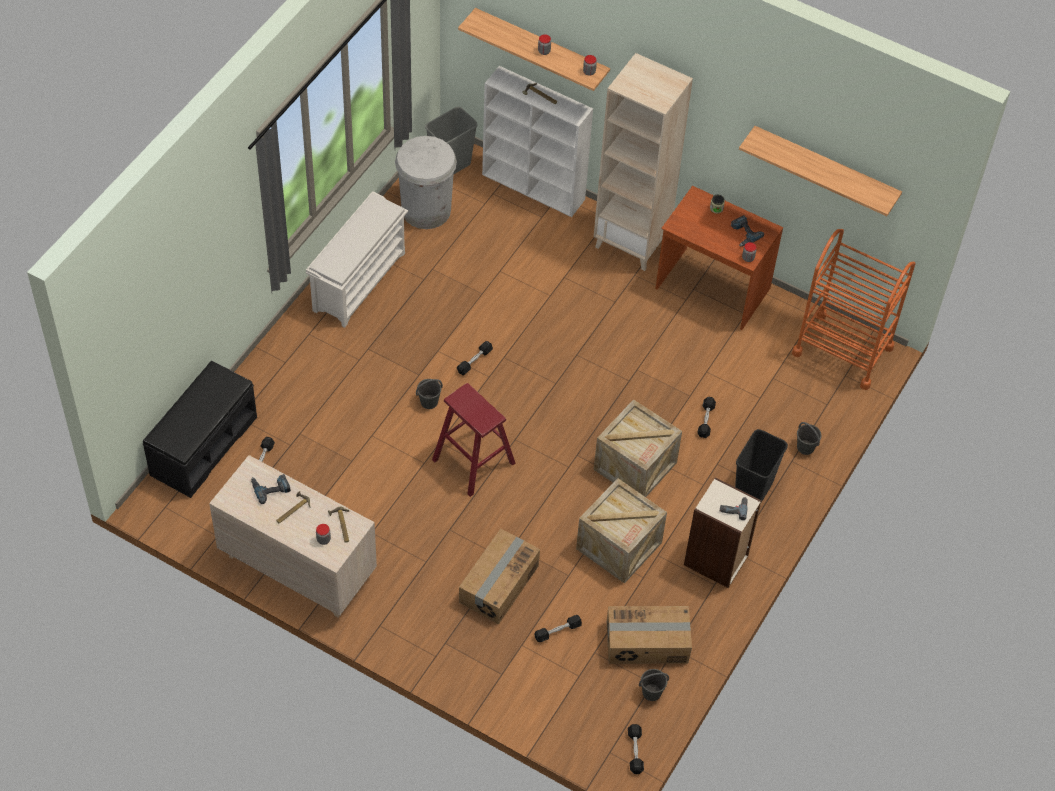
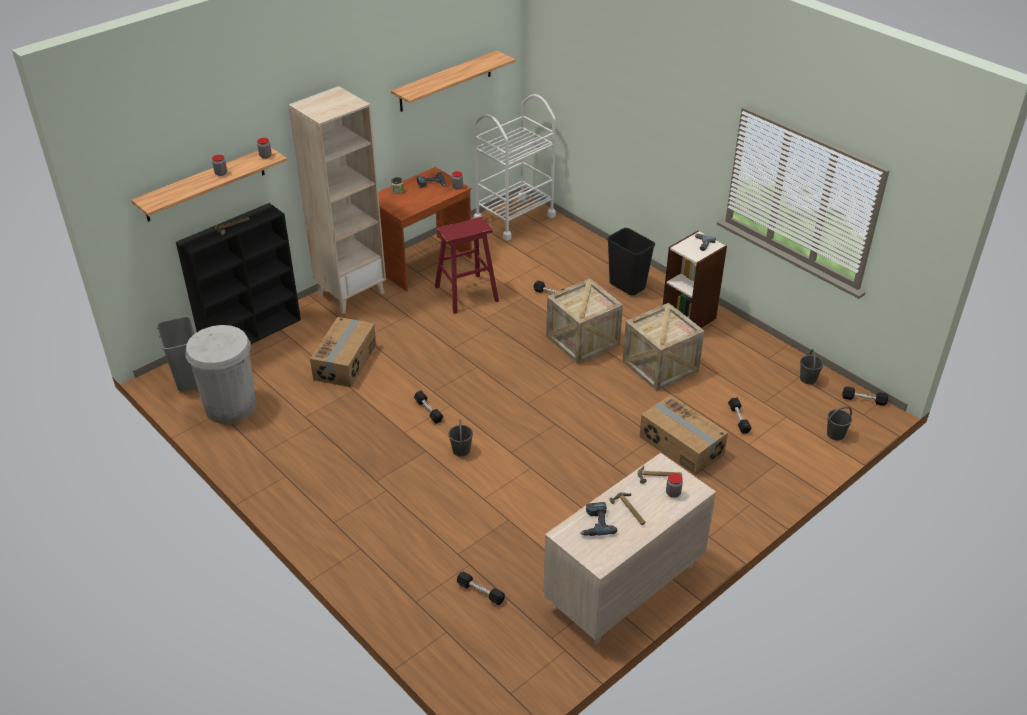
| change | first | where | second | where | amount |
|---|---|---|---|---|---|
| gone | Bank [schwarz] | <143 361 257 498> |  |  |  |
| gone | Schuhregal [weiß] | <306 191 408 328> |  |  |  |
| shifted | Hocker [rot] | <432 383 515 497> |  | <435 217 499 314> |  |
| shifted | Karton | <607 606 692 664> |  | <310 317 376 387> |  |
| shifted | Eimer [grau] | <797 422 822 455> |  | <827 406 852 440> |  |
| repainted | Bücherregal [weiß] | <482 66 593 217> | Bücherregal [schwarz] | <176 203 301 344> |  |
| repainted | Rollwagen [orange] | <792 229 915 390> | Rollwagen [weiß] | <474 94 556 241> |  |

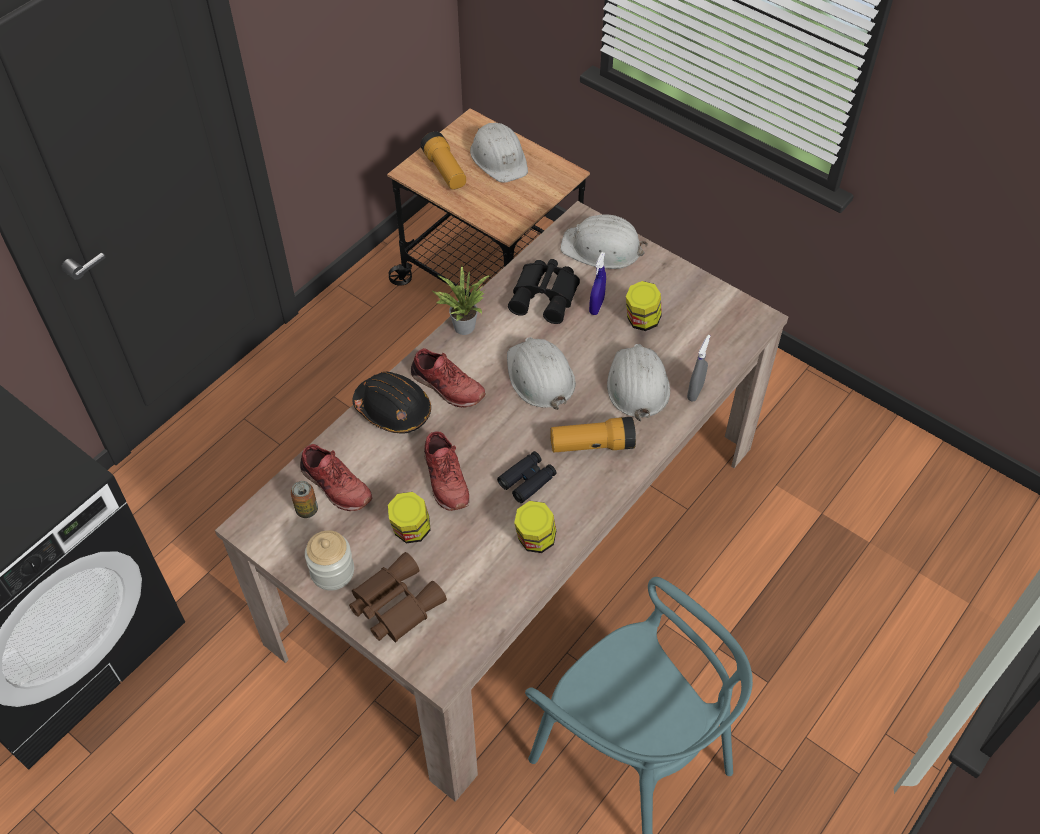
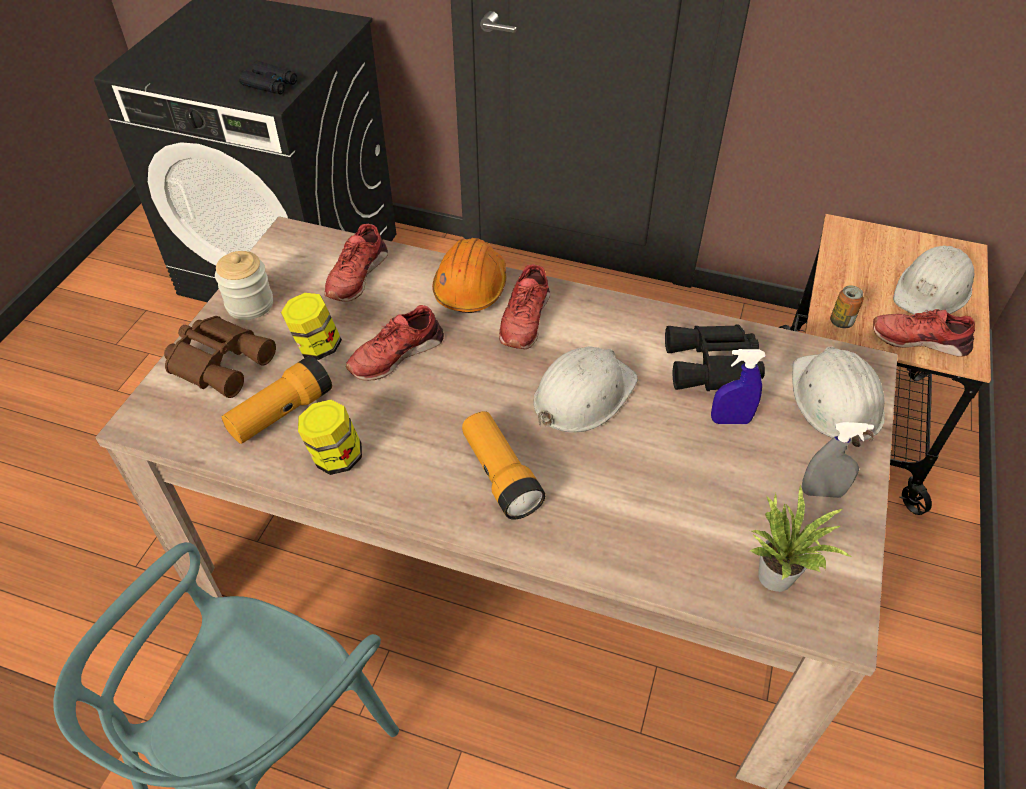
| change | first | where | second | where | amount |
|---|---|---|---|---|---|
| gone | Schutzhelm [weiß] | <607 344 670 421> |  |  |  |
| gone | Vorratsglas | <626 281 662 331> |  |  |  |
| new |  |  | Schuh [rot] | <873 309 975 357> |  |
| shifted | Dose | <291 481 318 518> |  | <830 285 864 328> |  |
| shifted | Taschenlampe | <421 131 466 190> |  | <222 356 332 444> |  |
| shifted | Topfpflanze | <431 265 492 335> |  | <750 485 853 592> |  |
| shifted | Fernglas [schwarz] | <497 451 557 503> |  | <239 61 297 94> |  |
| shifted | Sprühflasche [grau] | <687 335 710 402> |  | <802 422 874 498> |  |
| repainted | Schutzhelm [schwarz] | <353 372 431 433> | Schutzhelm [orange] | <432 238 506 313> |  |

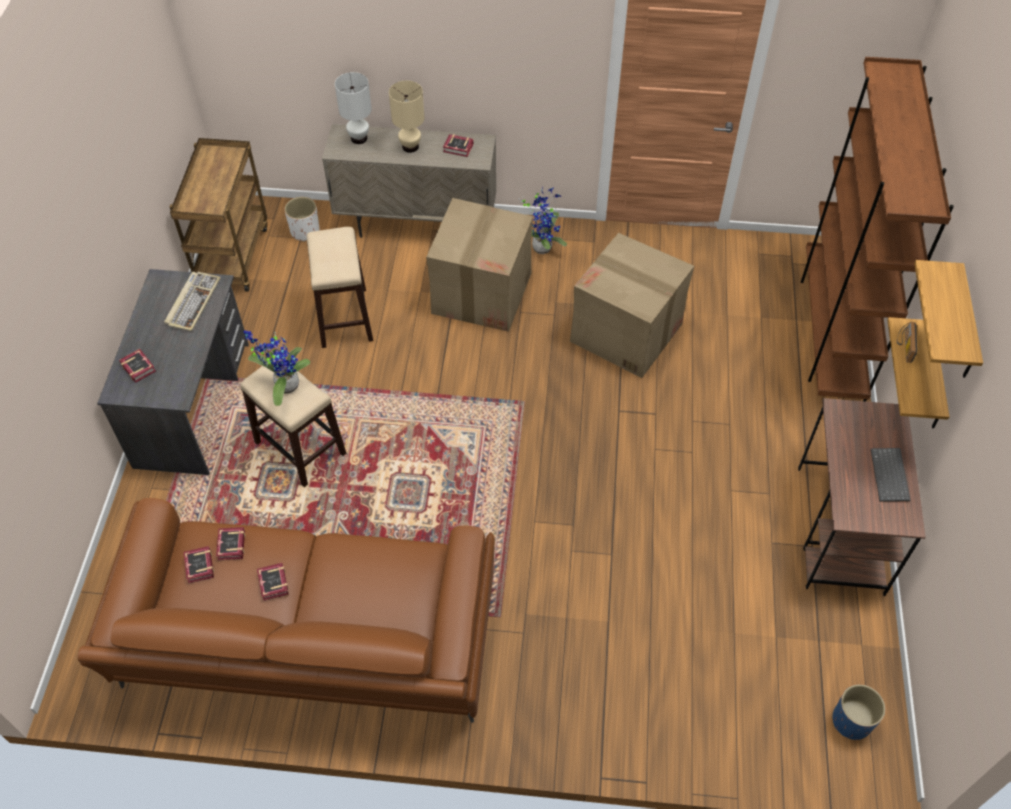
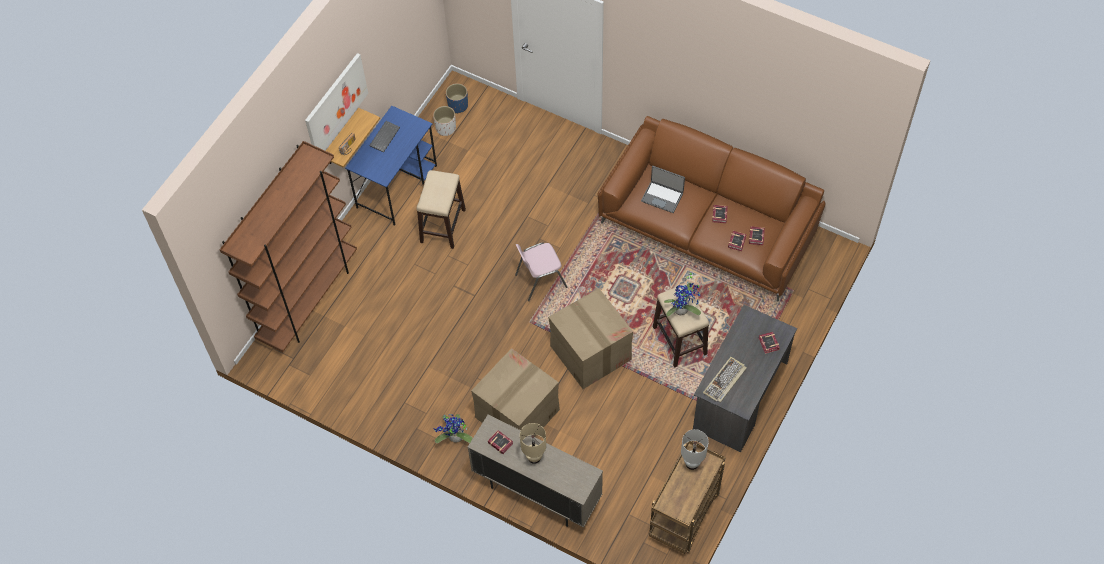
| change | first | where | second | where | amount |
|---|---|---|---|---|---|
| new |  |  | Stuhl [rosa] | <515 243 567 301> |  |
| new |  |  | Laptop | <641 166 685 213> |  |
| shifted | Pflanzkübel [weiß] | <284 197 320 242> |  | <433 106 456 136> |  |
| shifted | Hocker | <306 227 373 348> |  | <417 170 466 249> |  |
| shifted | Tischlampe [weiß] | <335 72 372 144> |  | <681 429 709 470> |  |
| shifted | Karton | <570 233 694 378> |  | <548 288 633 389> |  |
| swapped | Wandregal | <914 260 983 378> | Bild | <305 53 368 150> |  |
| repainted | Schreibtisch [braun] | <798 398 926 596> | Schreibtisch [blau] | <345 106 437 226> |  |

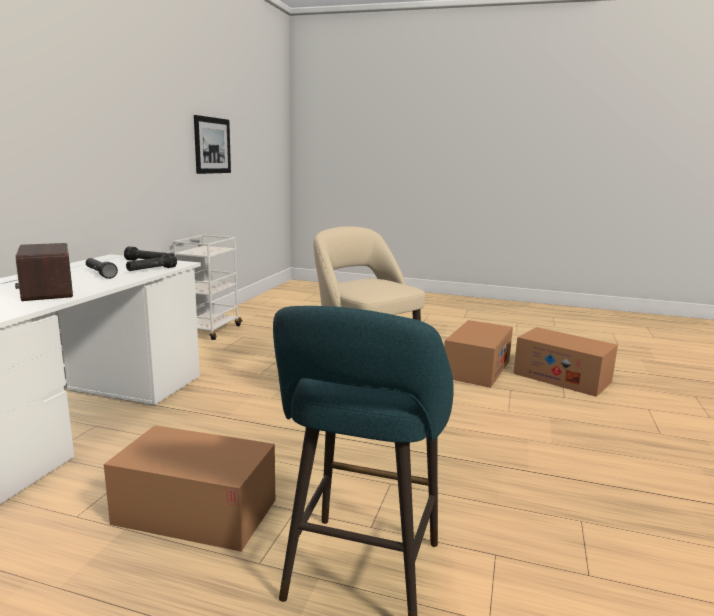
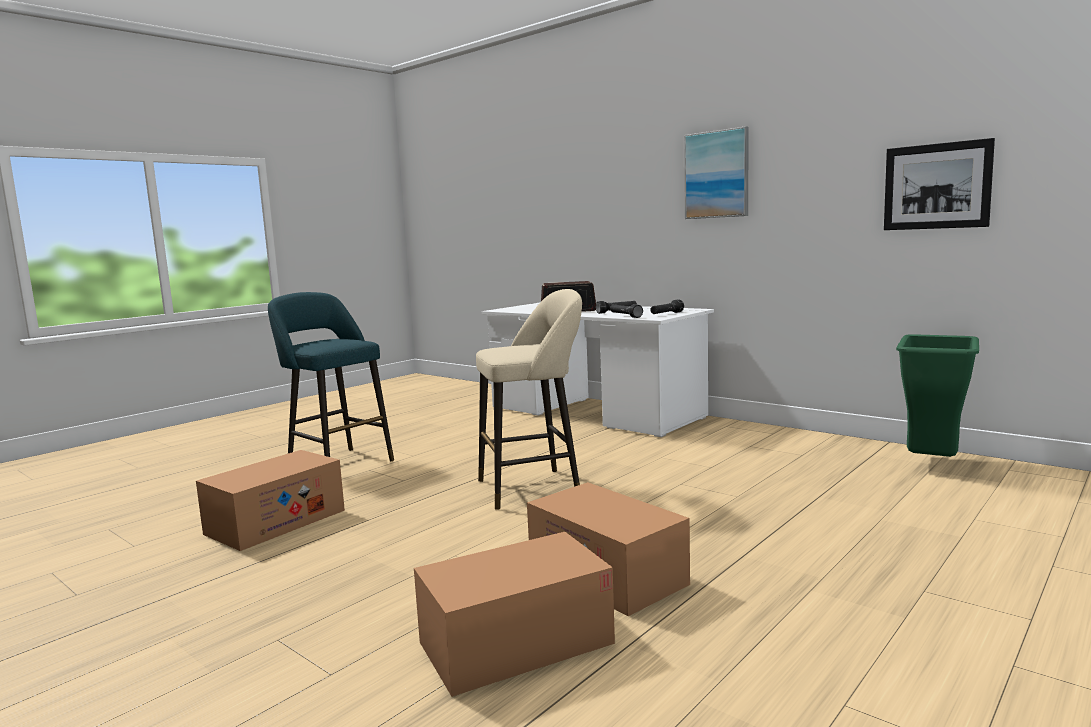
| change | first | where | second | where | amount |
|---|---|---|---|---|---|
| gone | Rollwagen [weiß] | <173 235 242 340> |  |  |  |
| new |  |  | Bild | <684 126 749 219> |  |
| new |  |  | Mülleimer [grün] | <896 334 979 457> |  |
| shifted | Karton | <104 425 275 552> |  | <196 450 345 551> |  |

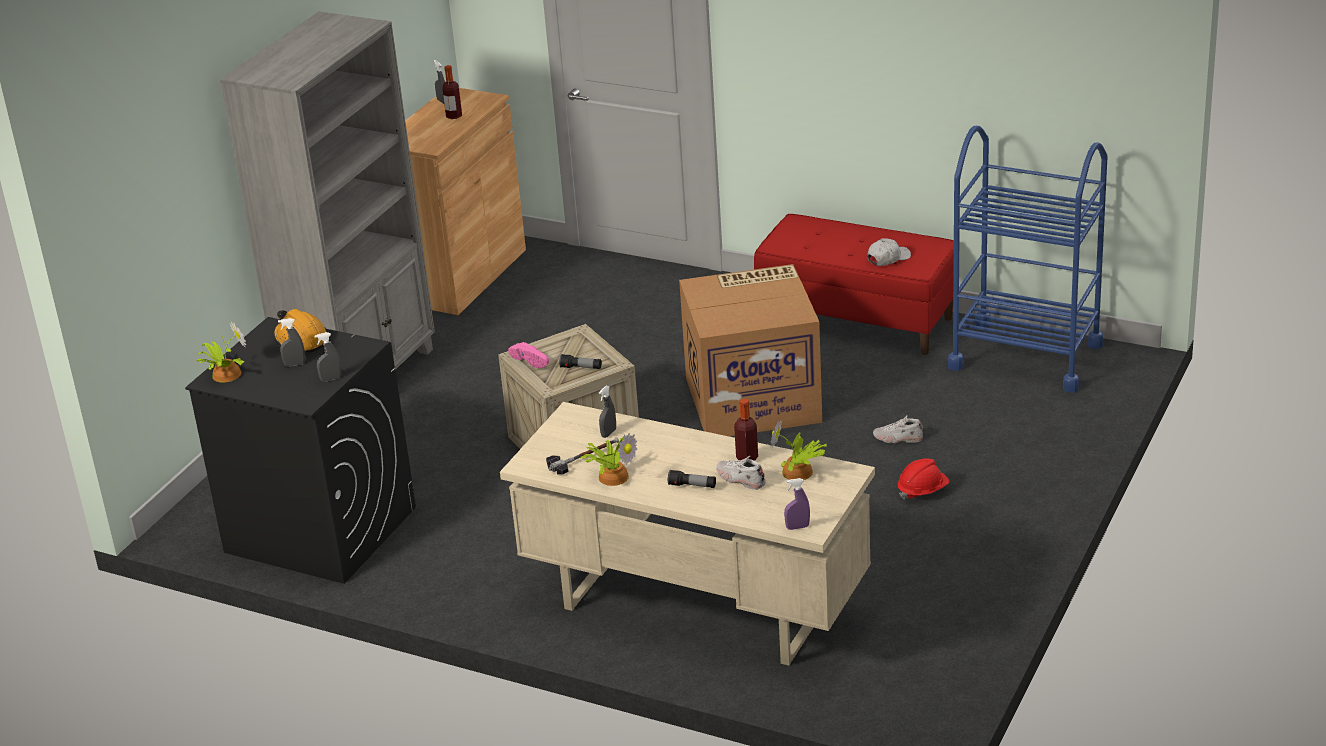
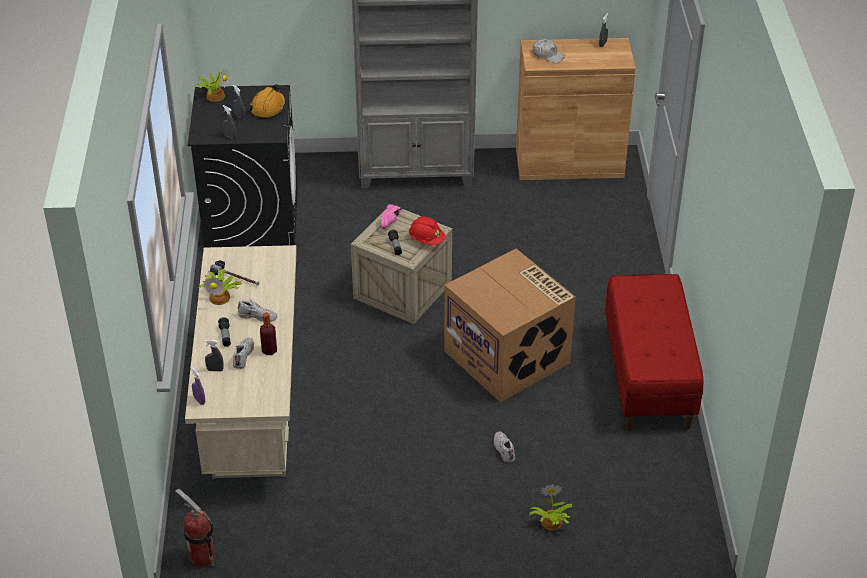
| change | first | where | second | where | amount |
|---|---|---|---|---|---|
| gone | Flasche | <442 65 462 119> |  |  |  |
| gone | Rollwagen [blau] | <948 126 1108 393> |  |  |  |
| new |  |  | Feuerlöscher | <175 488 215 568> |  |
| new |  |  | Schuh [weiß] | <238 299 277 322> |  |
| shifted | Sprühflasche [grau] | <599 386 616 438> |  | <205 340 224 372> |  |
| shifted | Topfpflanze | <770 420 827 480> |  | <529 484 572 530> |  |
| shifted | Kappe [weiß] | <867 238 911 266> |  | <533 39 565 63> |  |
| shifted | Schutzhelm [rot] | <898 459 949 500> |  | <409 216 445 245> |  |

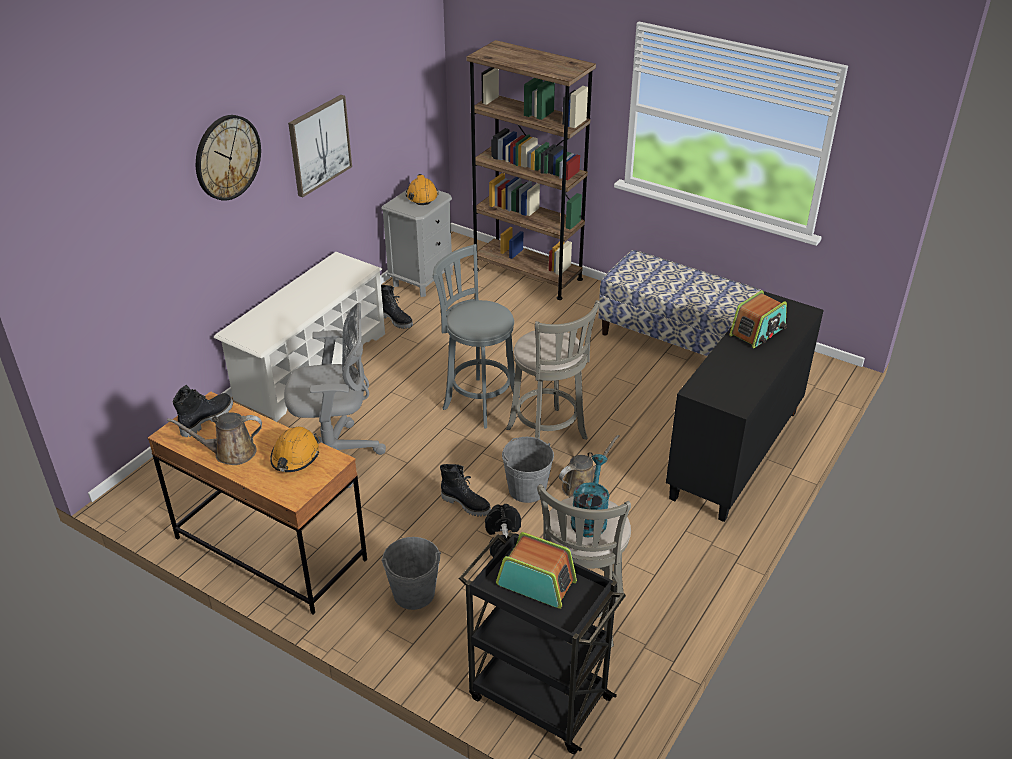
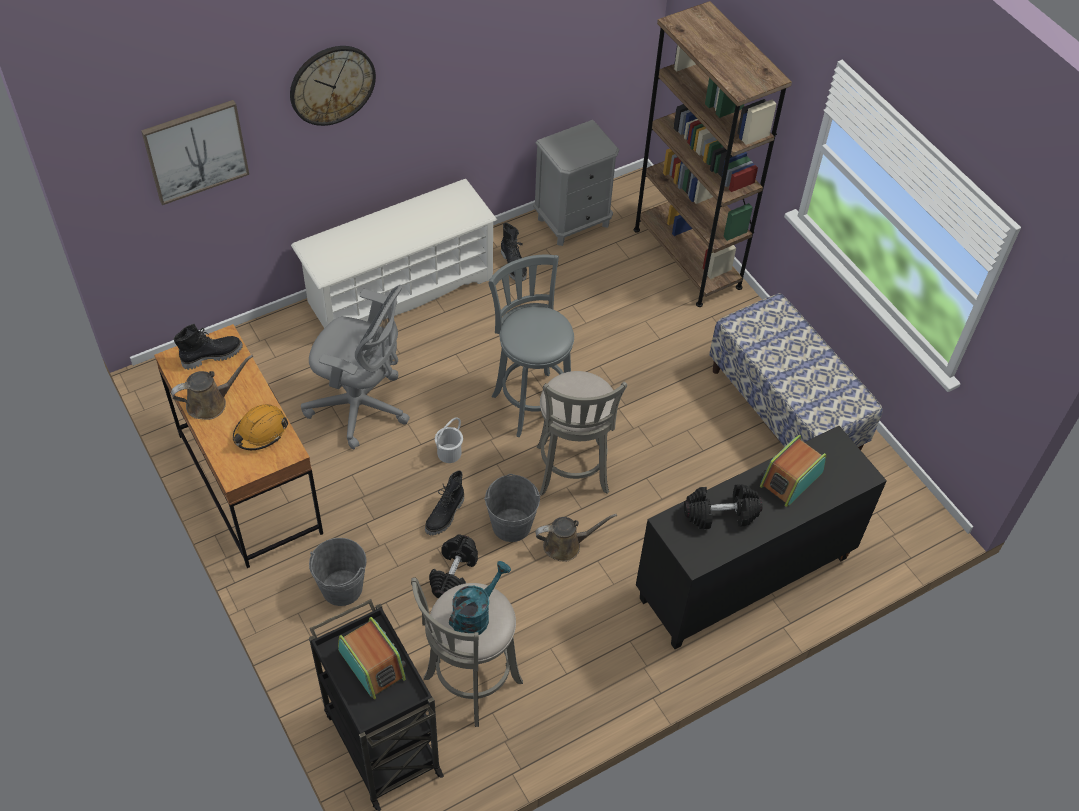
| change | first | where | second | where | amount |
|---|---|---|---|---|---|
| gone | Schutzhelm [orange] | <406 174 439 205> |  |  |  |
| new |  |  | Eimer [weiß] | <435 417 463 463> |  |
| new |  |  | Hantel [schwarz] | <684 484 762 529> |  |
| shifted | Bild | <288 95 352 197> |  | <141 100 249 205> |  |
| rotated | Gießkanne [braun] | <167 412 262 465> |  | <171 355 253 420> | 135 degrees clockwise |
| rotated | Stiefel [schwarz] | <440 464 491 516> |  | <425 470 464 535> | 60 degrees clockwise |
| rotated | Radio | <729 290 787 348> |  | <760 435 826 507> | 150 degrees clockwise |

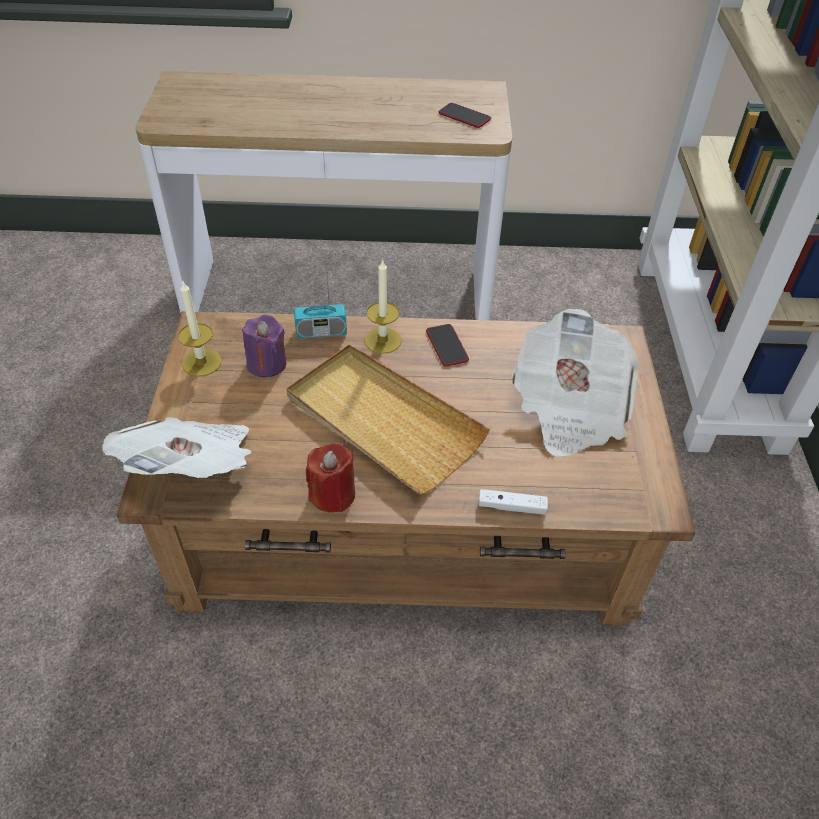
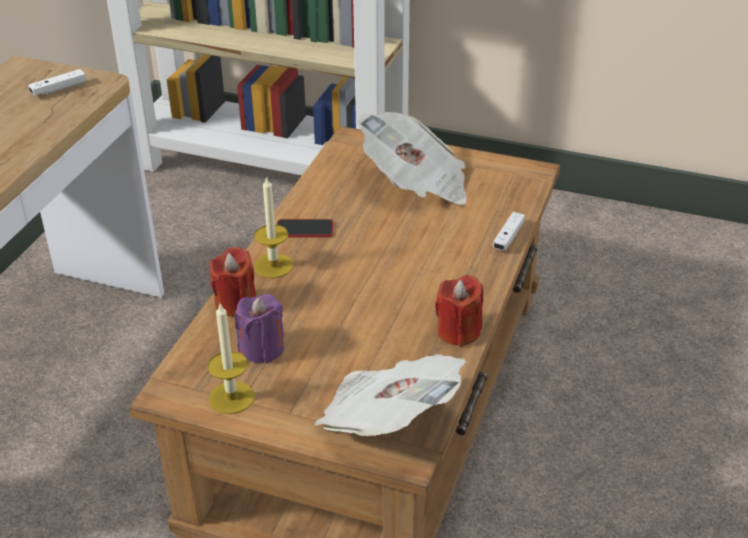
| change | first | where | second | where | amount |
|---|---|---|---|---|---|
| gone | Tablett [beige] | <286 344 490 495> |  |  |  |
| swapped | Radio | <294 266 347 339> | Kerze [rot] | <209 247 256 317> |  |
| swapped | Handy | <439 103 491 128> | Gamepad [weiß] | <28 69 86 95> |  |

